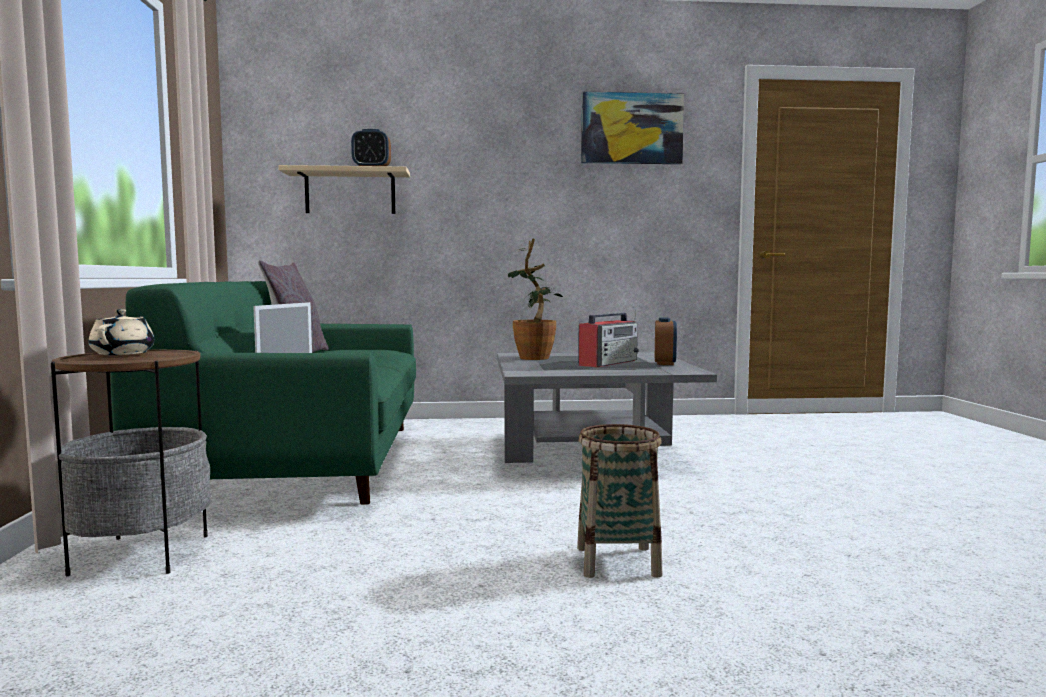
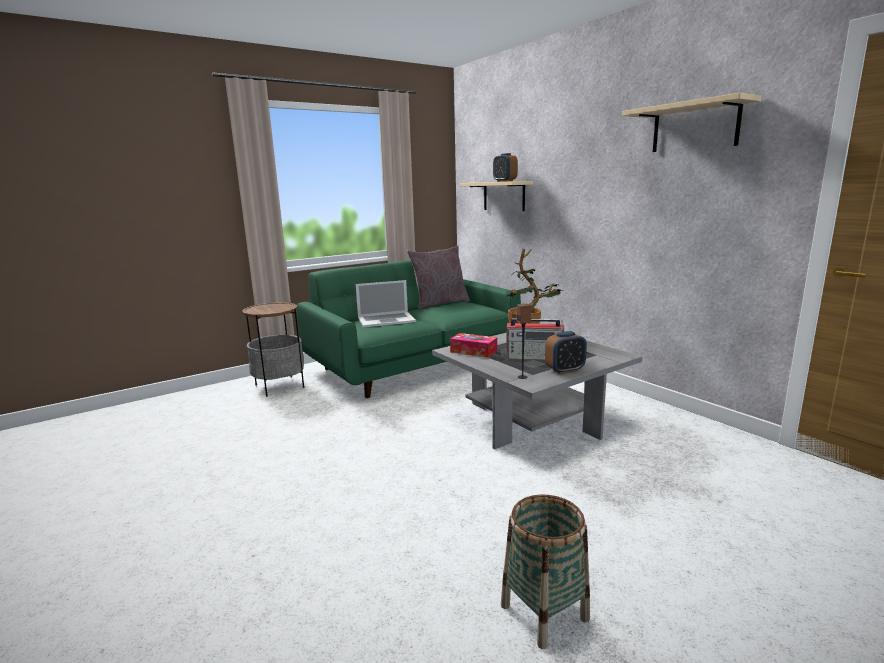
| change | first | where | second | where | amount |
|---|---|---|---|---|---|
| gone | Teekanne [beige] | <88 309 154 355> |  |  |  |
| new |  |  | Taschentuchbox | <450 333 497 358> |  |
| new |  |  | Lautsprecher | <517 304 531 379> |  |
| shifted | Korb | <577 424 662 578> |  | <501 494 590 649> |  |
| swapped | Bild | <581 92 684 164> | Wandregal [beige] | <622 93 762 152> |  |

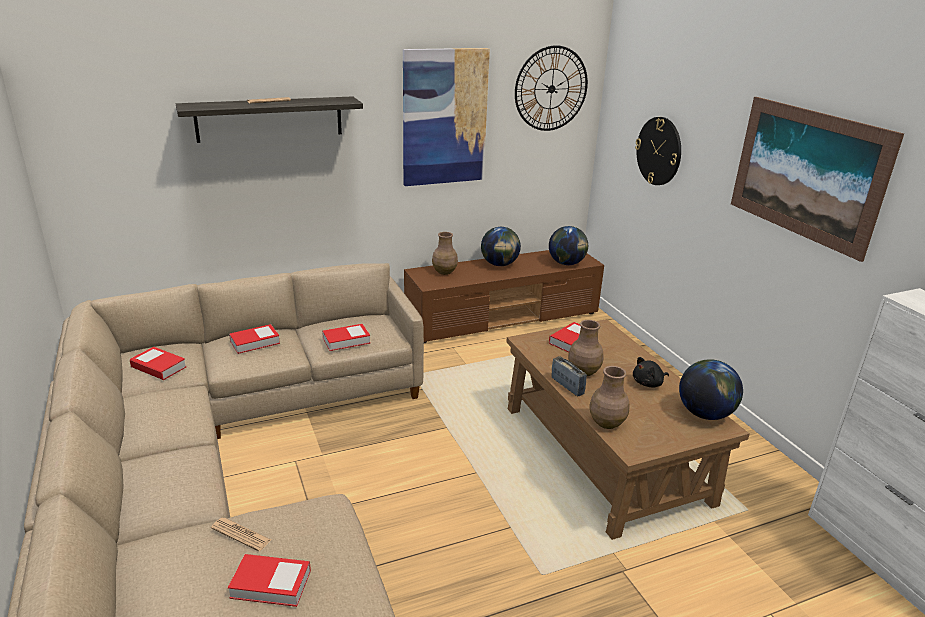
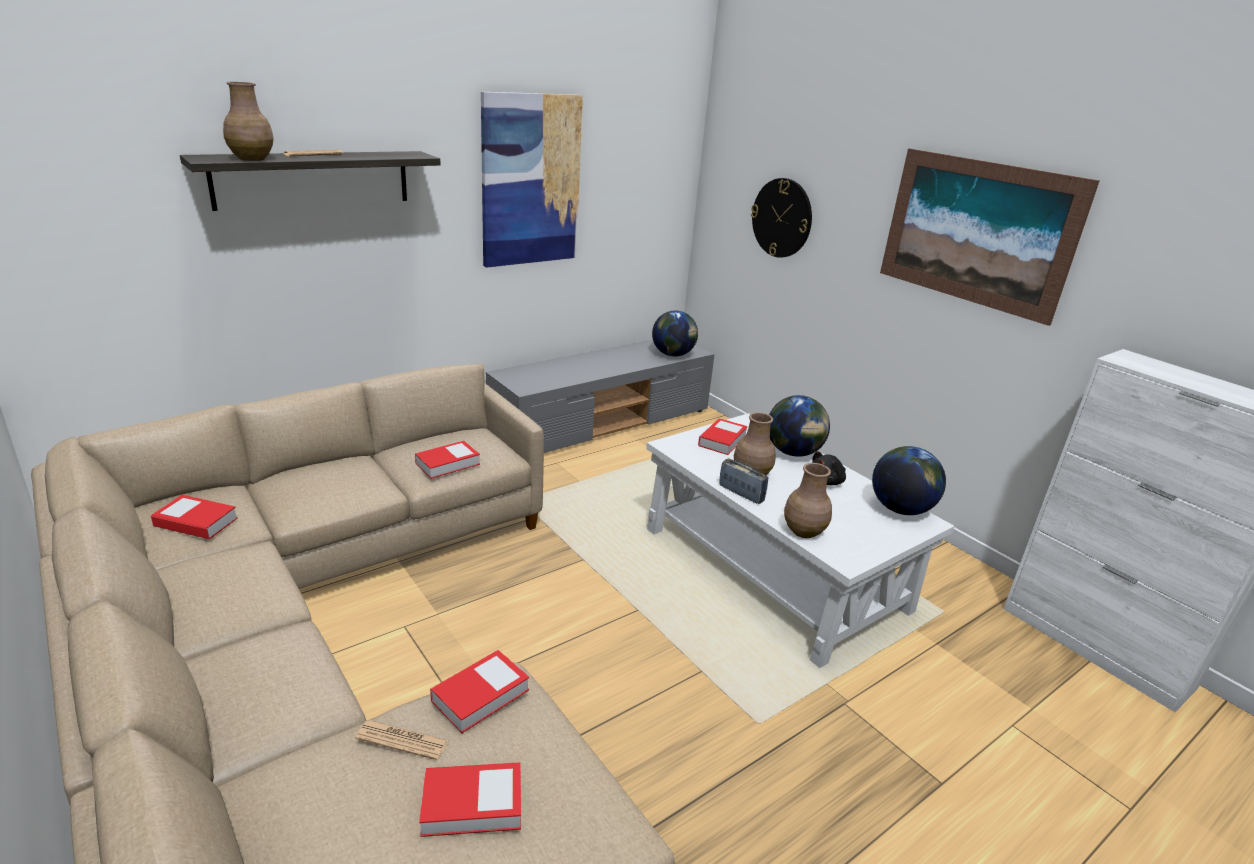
| change | first | where | second | where | amount |
|---|---|---|---|---|---|
| gone | Wanduhr | <515 45 588 131> |  |  |  |
| shifted | Buch | <229 324 280 354> |  | <430 650 529 733> |  |
| shifted | Vase [braun] | <432 232 458 275> |  | <223 82 274 161> |  |
| shifted | Globus | <481 227 521 266> |  | <769 395 830 457> |  |
| repainted | Fernsehschrank [braun] | <404 250 604 343> | Fernsehschrank [grau] | <486 340 715 453> |  |
| repainted | Couchtisch [braun] | <506 319 749 540> | Couchtisch [weiß] | <646 413 955 668> |  |

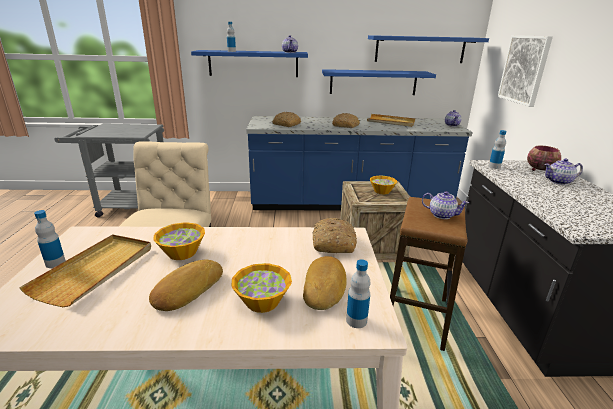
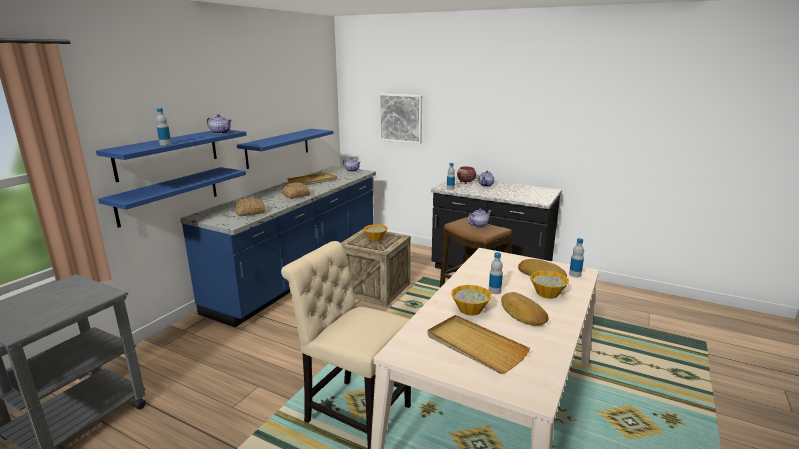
| change | first | where | second | where | amount |
|---|---|---|---|---|---|
| gone | Brot | <313 218 357 253> |  |  |  |
| shifted | Flasche | <34 210 66 268> |  | <489 252 503 294> |  |
| shifted | Wandregal [blau] | <368 35 489 63> |  | <98 167 246 228> |  |

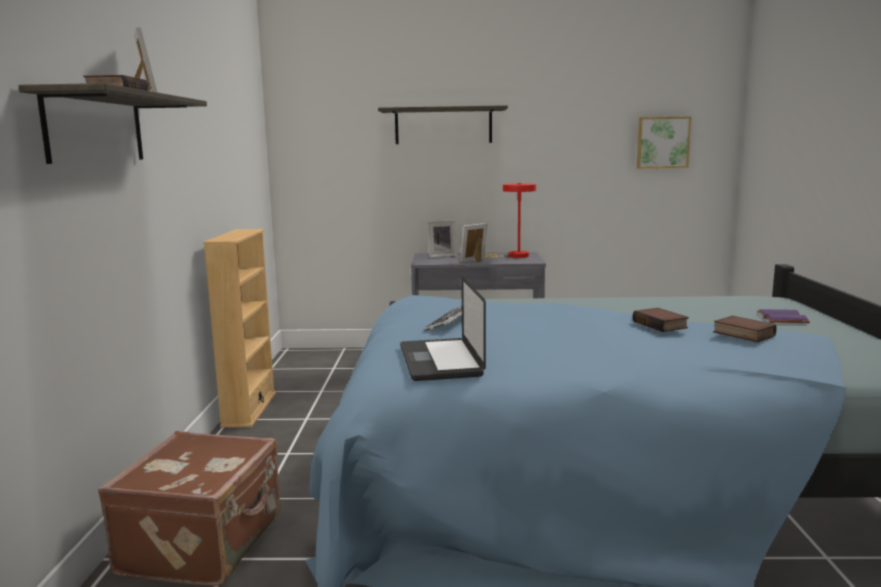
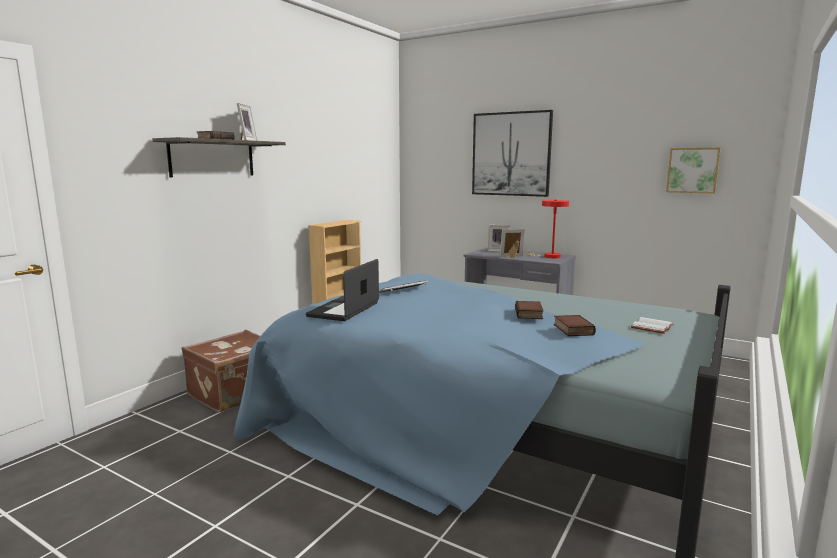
| change | first | where | second | where | amount |
|---|---|---|---|---|---|
| swapped | Wandregal | <378 105 508 144> | Bild | <472 110 553 197> |  |
| repainted | Buch [lila] | <757 309 810 323> | Buch [weiß] | <631 317 674 334> |  |

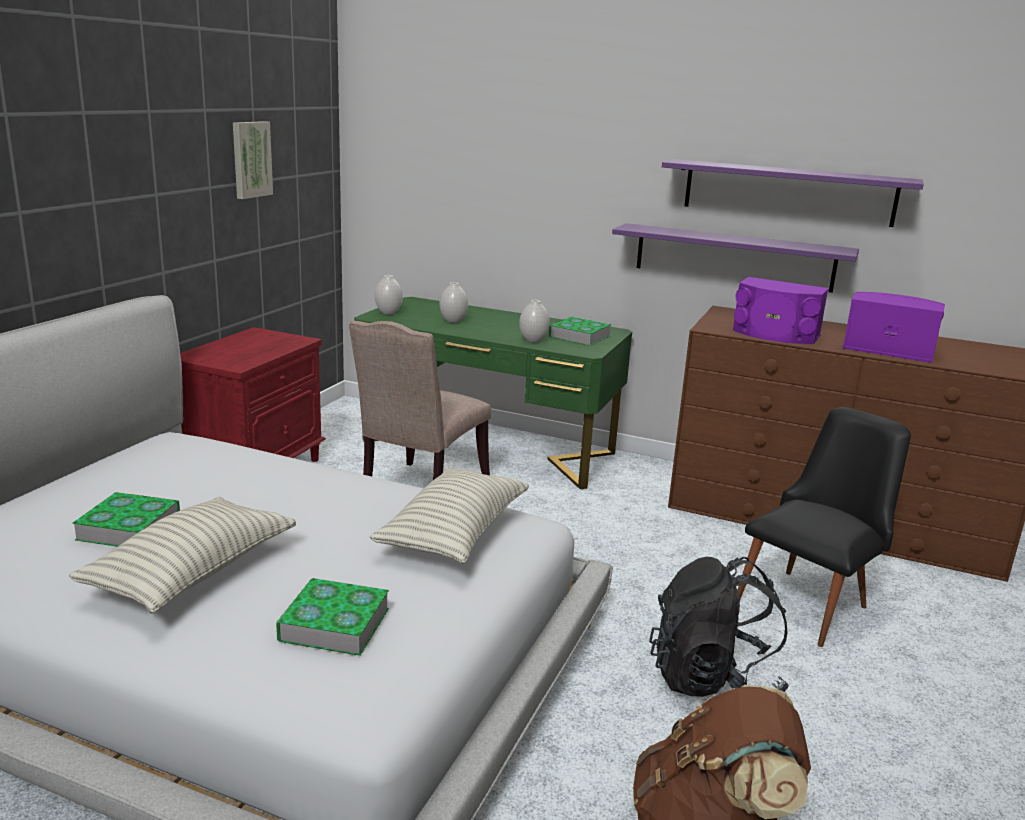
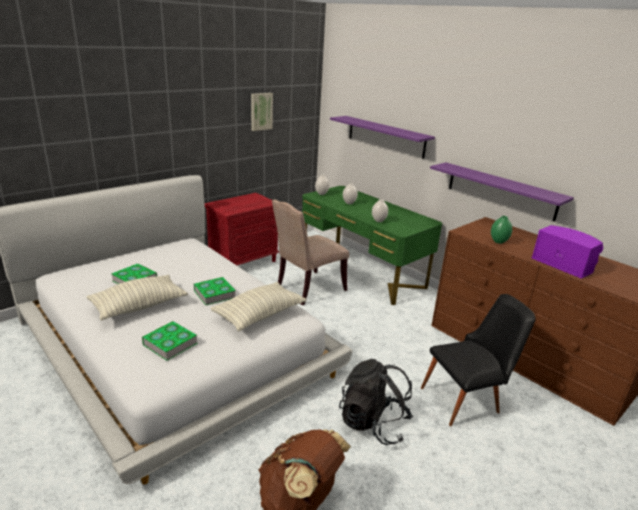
| change | first | where | second | where | amount |
|---|---|---|---|---|---|
| shifted | Buch | <549 317 612 346> |  | <194 277 236 305> |  |
| shifted | Wandregal [lila] | <662 159 924 227> |  | <330 116 435 159> |  |
| swapped | Lautsprecher [lila] | <733 277 829 344> | Vase [grün] | <491 216 512 244> |  |

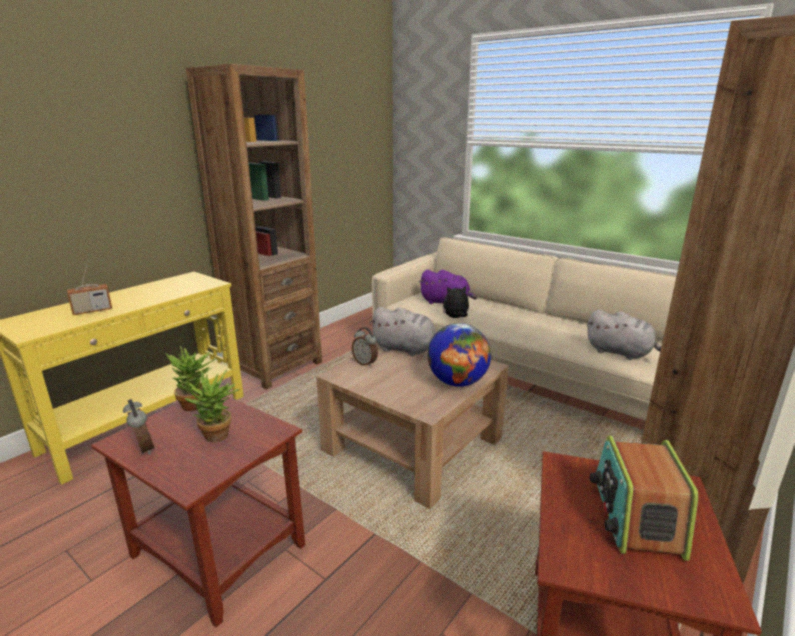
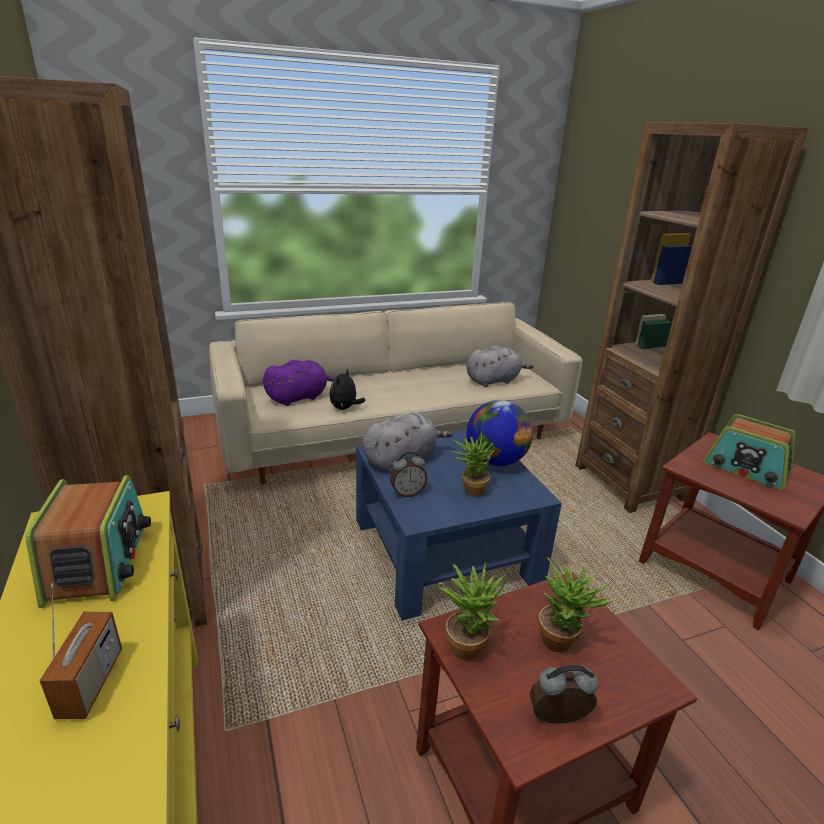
| change | first | where | second | where | amount |
|---|---|---|---|---|---|
| new |  |  | Radio | <25 475 151 608> |  |
| new |  |  | Topfpflanze | <452 431 495 496> |  |
| repainted | Couchtisch [braun] | <316 345 509 509> | Couchtisch [blau] | <356 430 562 620> |  |

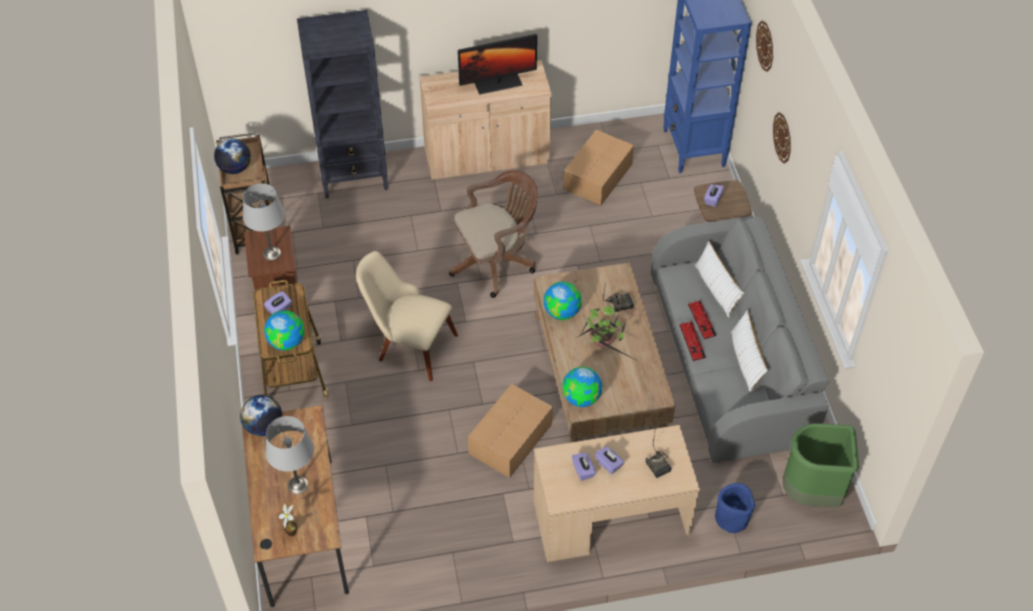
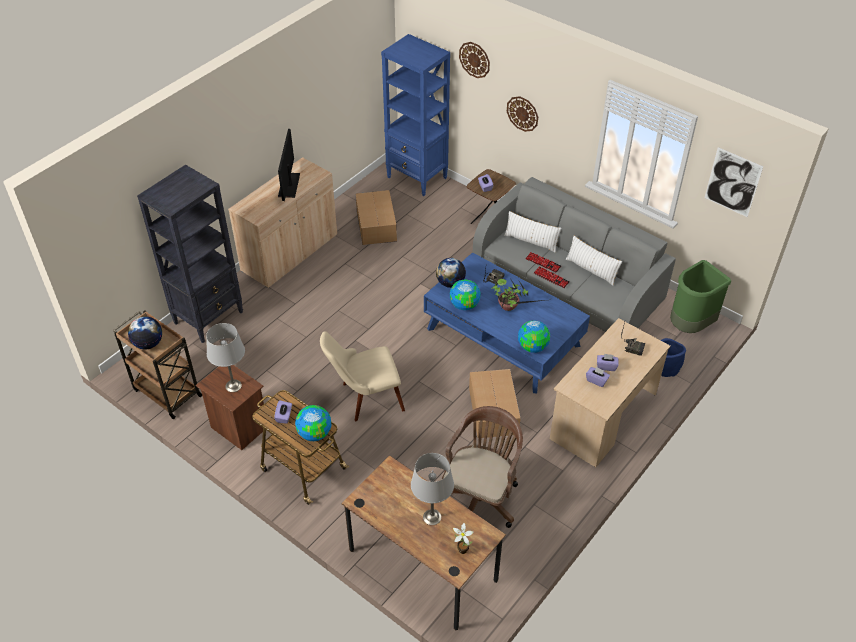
| change | first | where | second | where | amount |
|---|---|---|---|---|---|
| new |  |  | Bild | <704 147 763 217> |  |
| shifted | Globus | <240 395 282 436> |  | <436 258 466 288> |  |
| shifted | Bürostuhl [braun] | <449 170 538 298> |  | <442 406 523 528> |  |
| repainted | Couchtisch [braun] | <534 263 675 443> | Couchtisch [blau] | <424 252 590 393> |  |
| rotated | Monitor | <458 34 537 95> |  | <278 129 300 201> | 150 degrees clockwise |

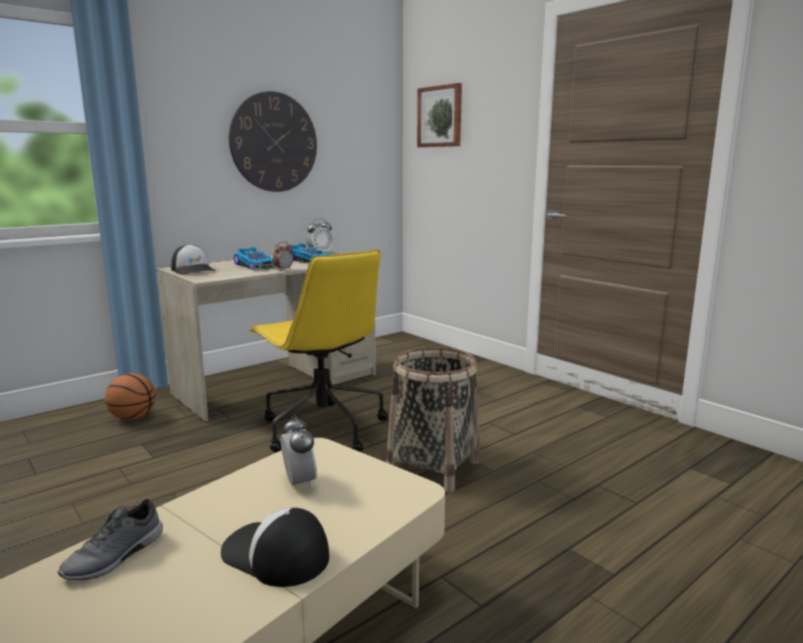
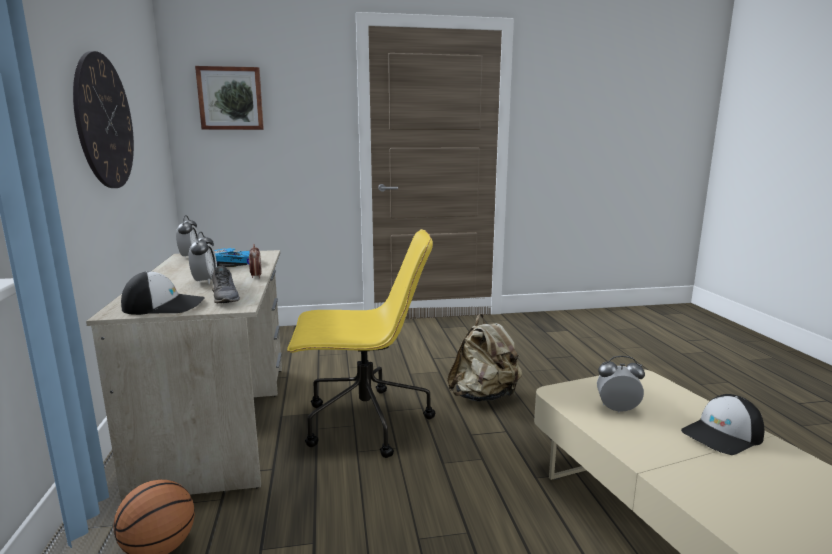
| change | first | where | second | where | amount |
|---|---|---|---|---|---|
| shifted | Schuh [grau] | <57 499 163 580> |  | <212 265 240 303> |  |
| swapped | Spielzeugauto | <234 247 276 270> | Wecker | <189 232 217 285> |  |
| swapped | Korb | <386 347 480 493> | Rucksack [beige] | <447 314 522 402> |  |

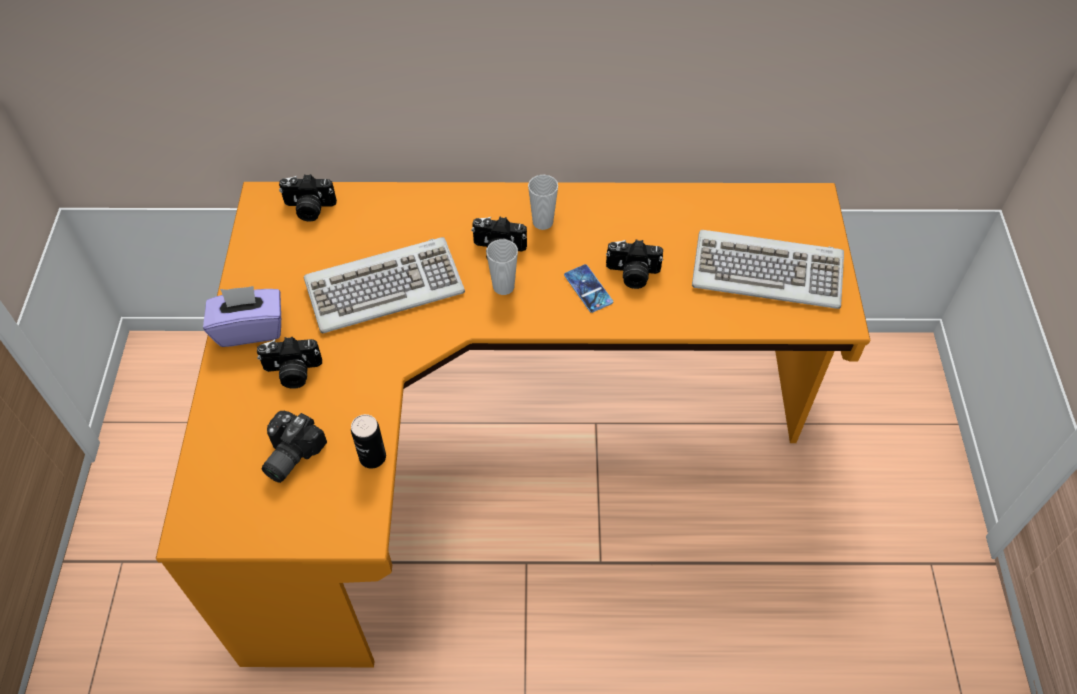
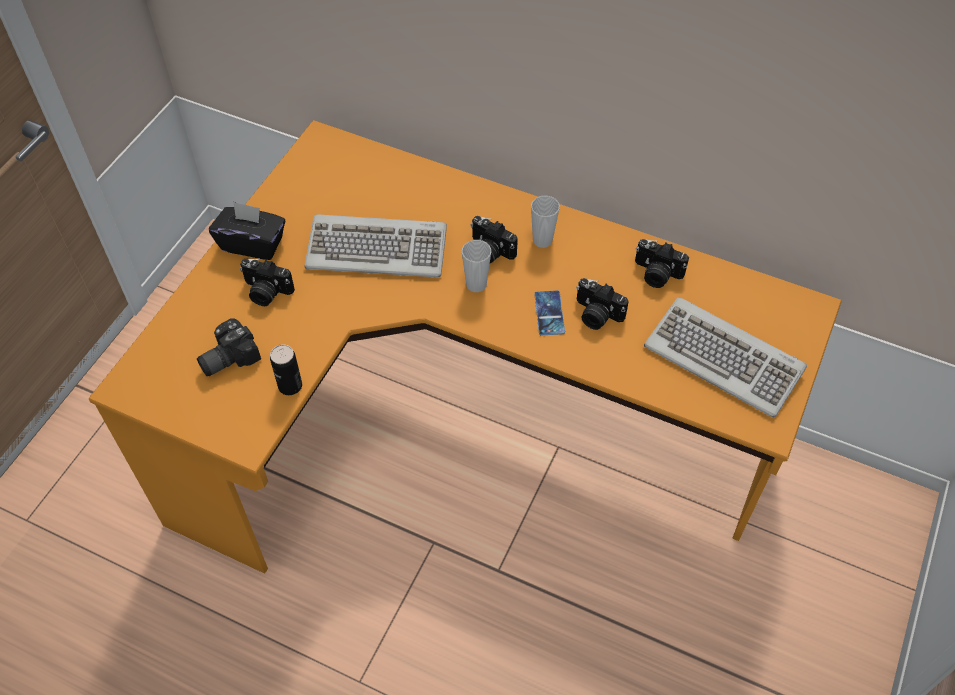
| change | first | where | second | where | amount |
|---|---|---|---|---|---|
| shifted | Kamera | <279 174 337 222> |  | <635 239 689 288> |  |
| repainted | Taschentuchbox [lila] | <203 286 281 347> | Taschentuchbox [schwarz] | <209 201 285 260> |  |

